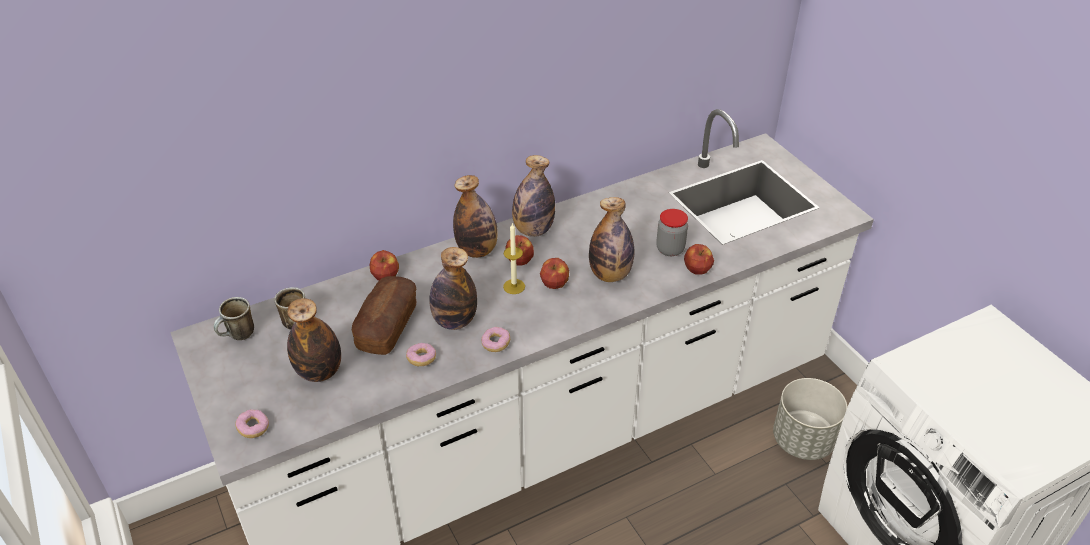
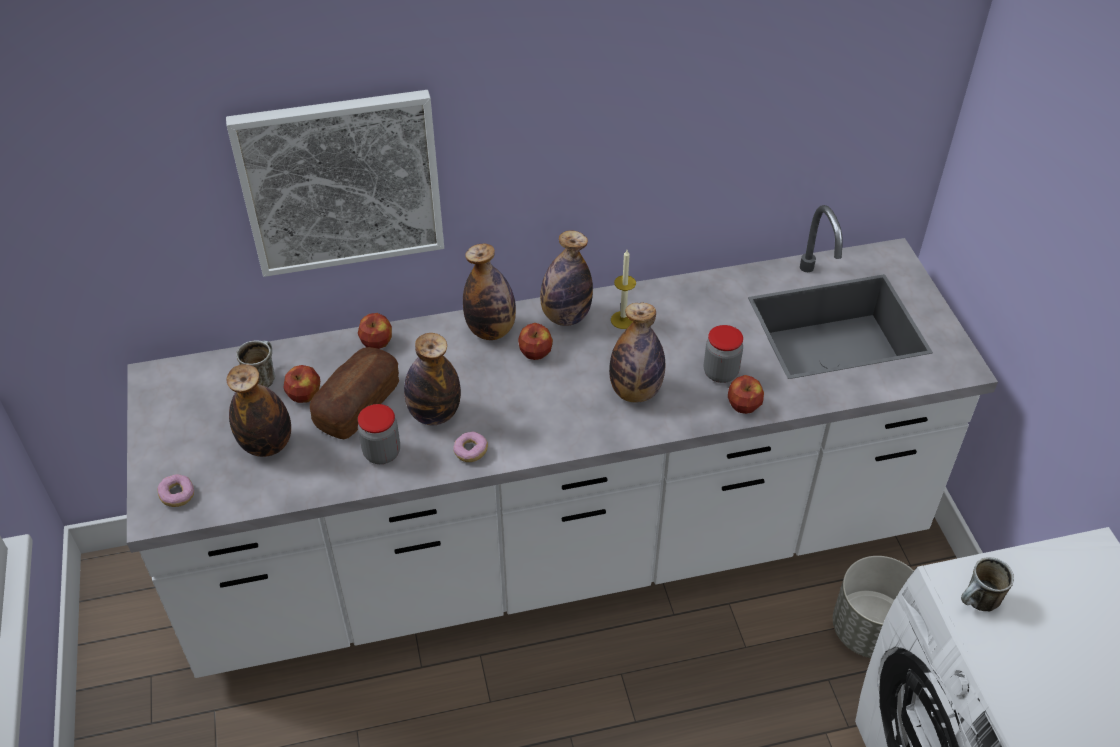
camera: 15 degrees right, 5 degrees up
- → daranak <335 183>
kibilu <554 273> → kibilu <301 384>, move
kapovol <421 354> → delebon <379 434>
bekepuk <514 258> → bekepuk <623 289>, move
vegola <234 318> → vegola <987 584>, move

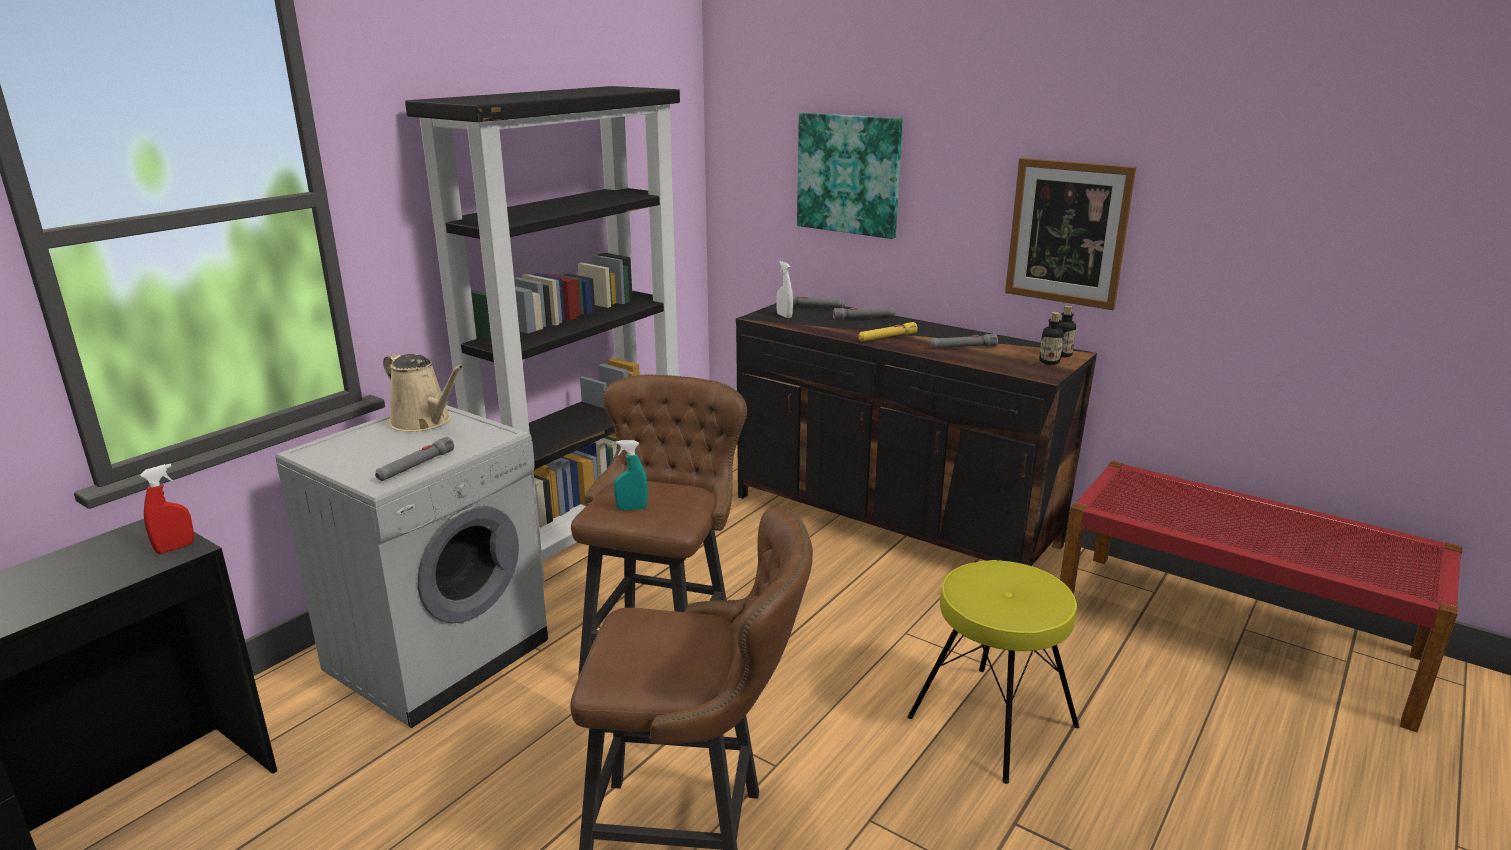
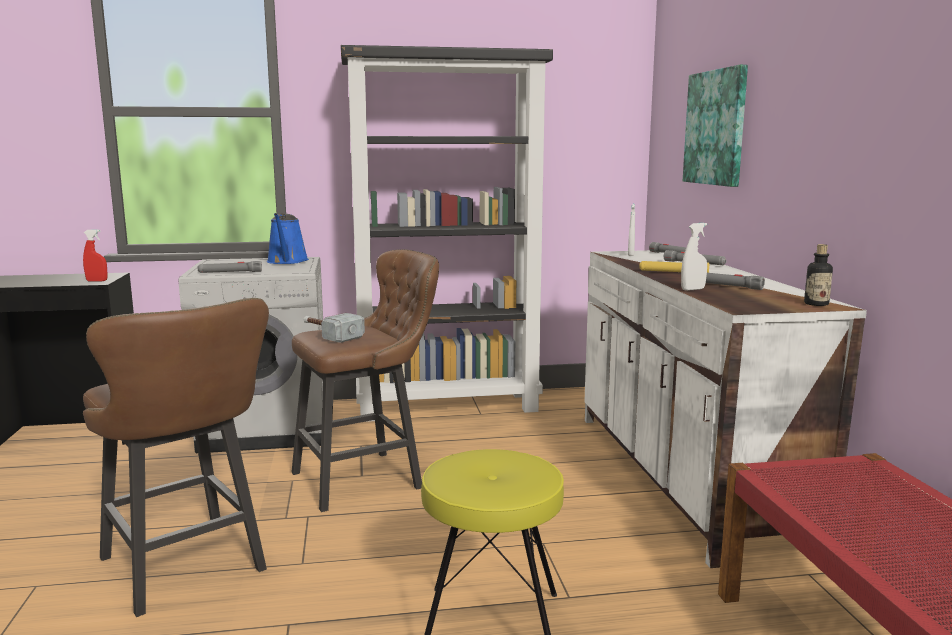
camera: 45 degrees right, 10 degrees down
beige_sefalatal <423 392> → blue_sefalatal <288 238>
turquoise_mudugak <631 475> → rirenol <334 328>
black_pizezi <916 434> → white_pizezi <725 409>
- → white_mudugak <694 257>
daranak <1070 234> → -
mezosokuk <1051 338> → -

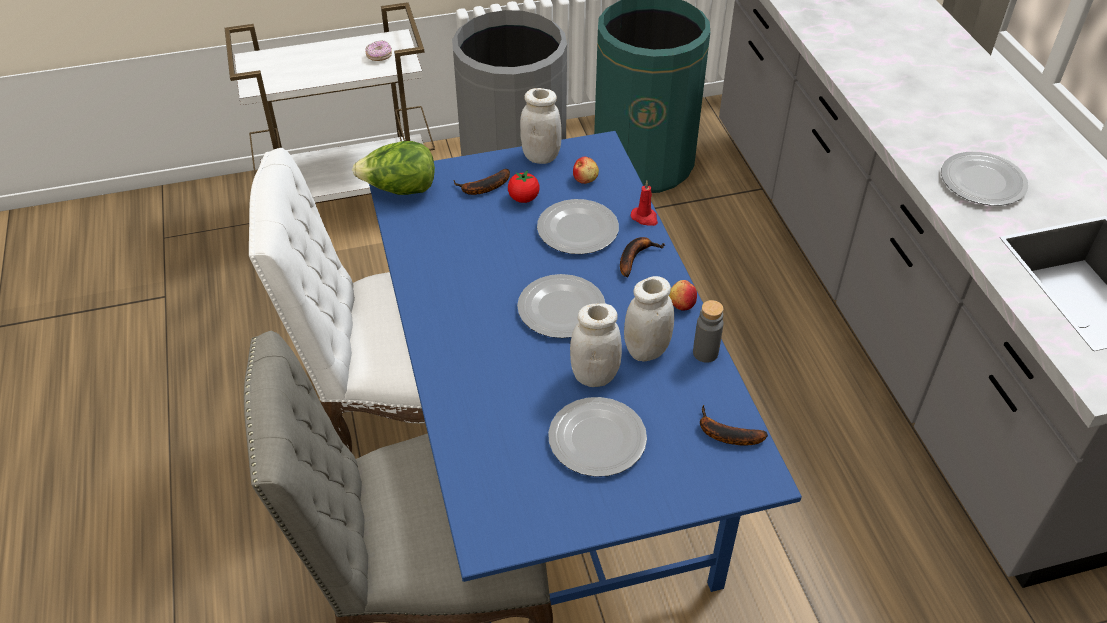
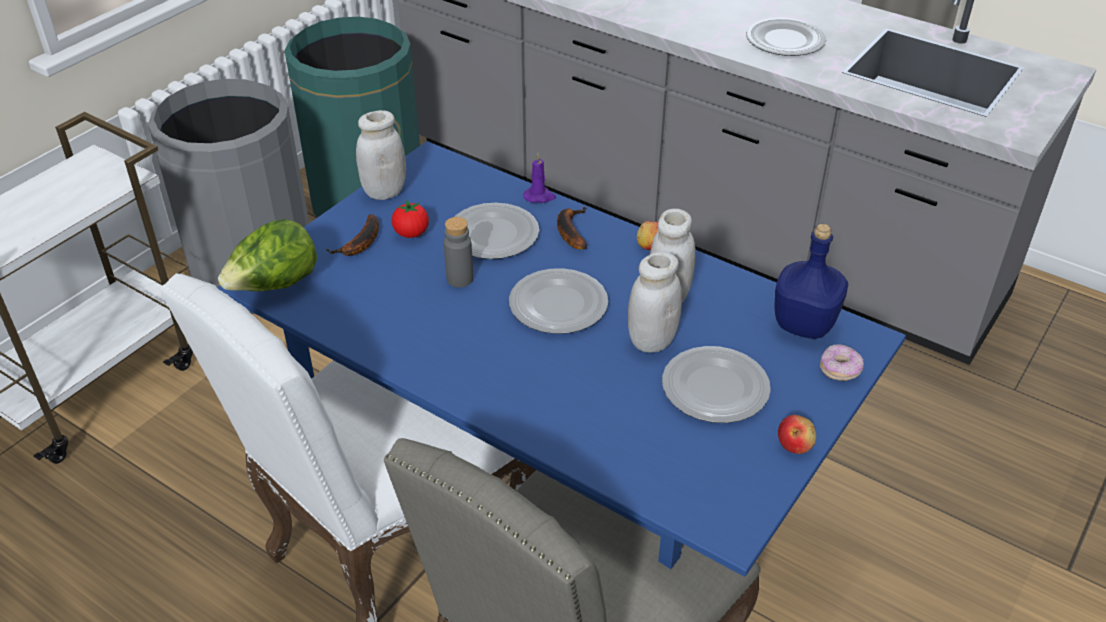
camera: 40 degrees left, 5 degrees down
grey_mezosokuk <708 331> → grey_mezosokuk <458 252>, move
red_bekepuk <644 203> → purple_bekepuk <540 178>
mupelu <734 425> → blue_mezosokuk <811 281>
kibilu <586 170> → kibilu <797 434>, move
kapovol <378 50> → kapovol <842 362>, move

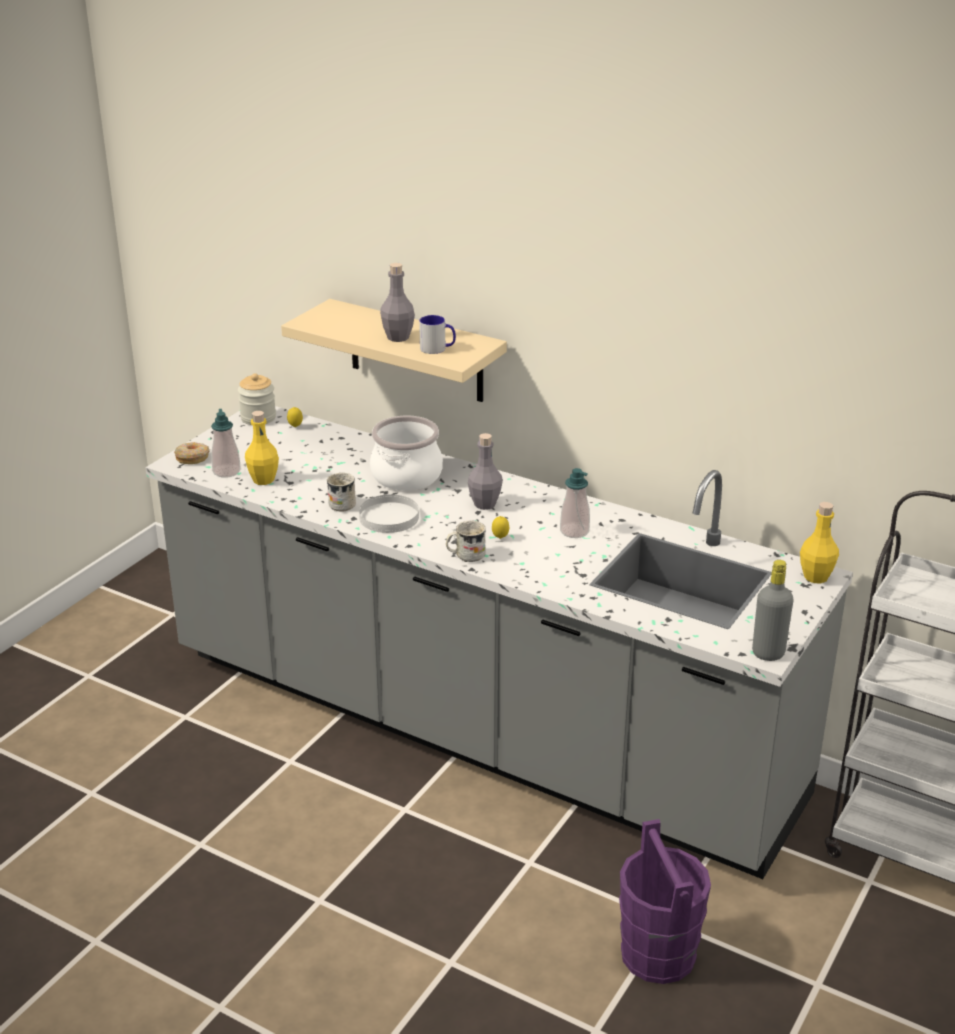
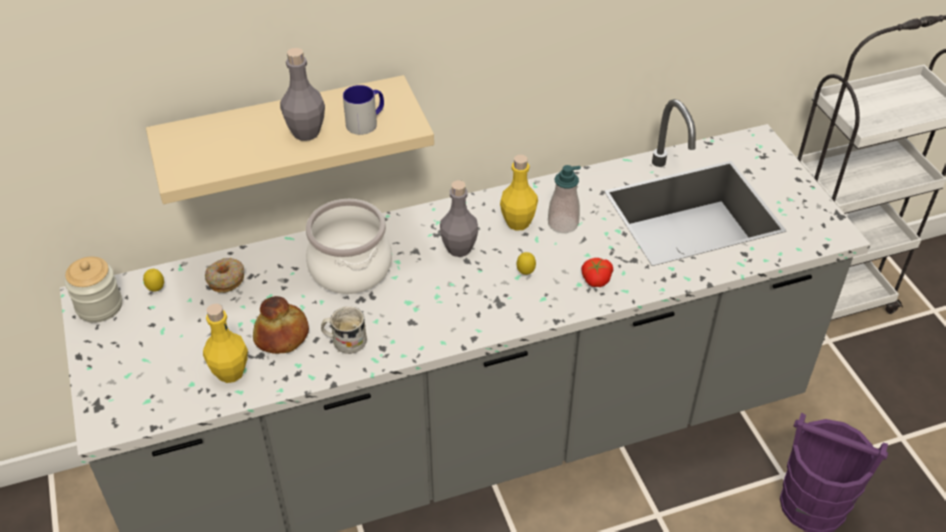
camera: 50 degrees left, 15 degrees up
kapovol <192 453> → kapovol <224 275>, move
- → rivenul <281 325>
yellow_mezosokuk <819 543> → yellow_mezosokuk <519 193>, move
- → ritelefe <597 272>
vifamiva <226 443> → -
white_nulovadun <389 514> → -
white_vegola <466 541> → -
grey_mezosokuk <773 610> → -

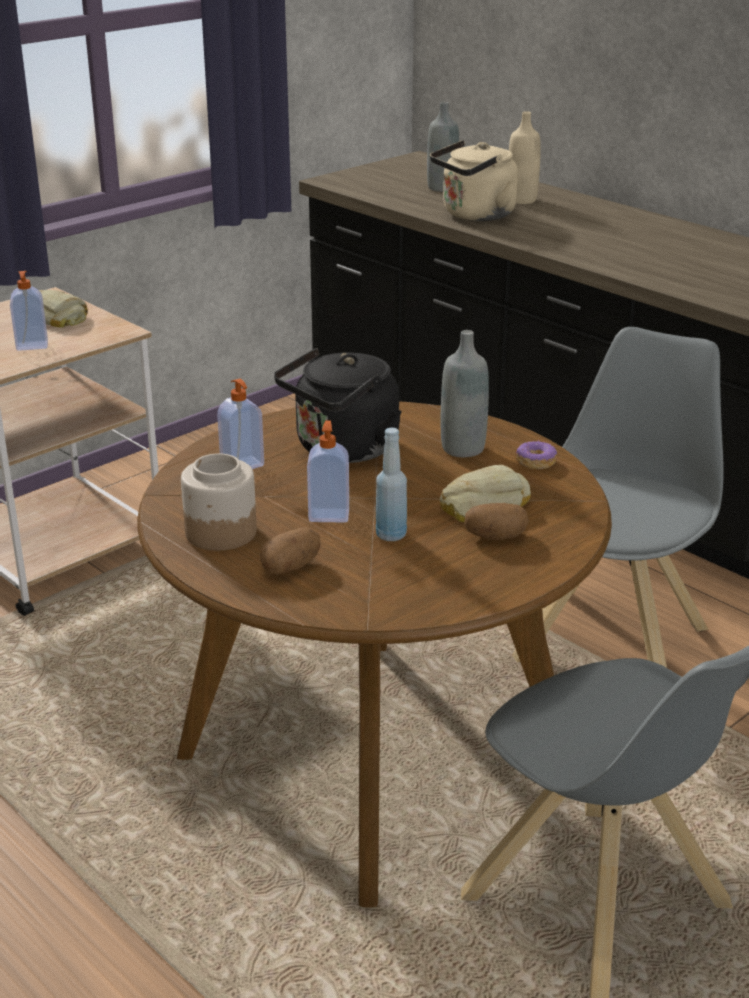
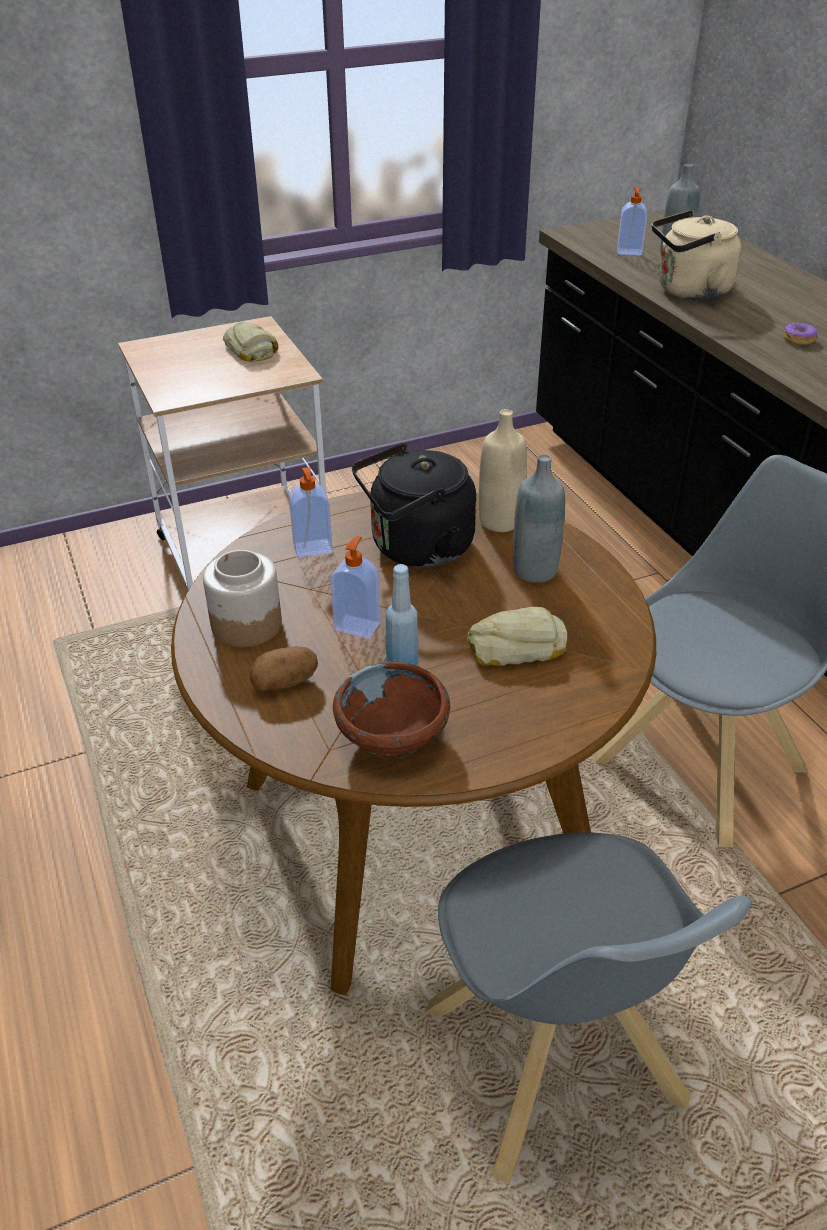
camera: 20 degrees right, 10 degrees up
- → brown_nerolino <391 710>
beige_mezosokuk <525 157> → beige_mezosokuk <502 470>, move
vifamiva <29 311> → vifamiva <632 222>, move
kapovol <536 454> → kapovol <800 334>, move
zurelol <496 521> → -

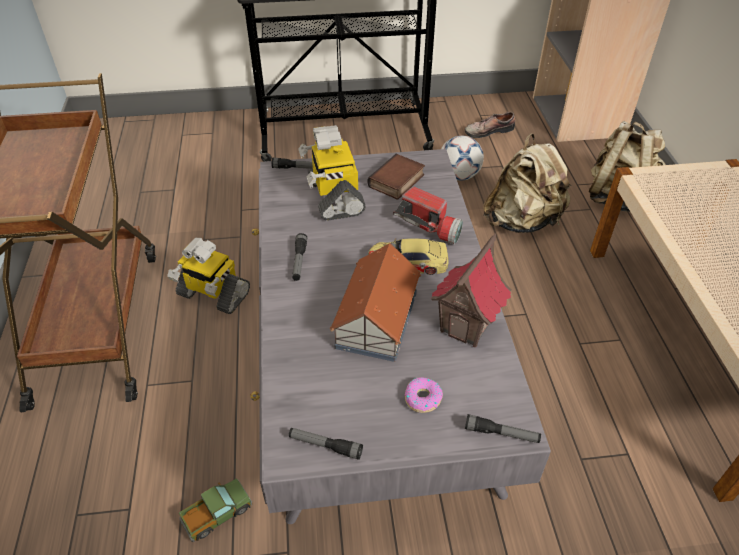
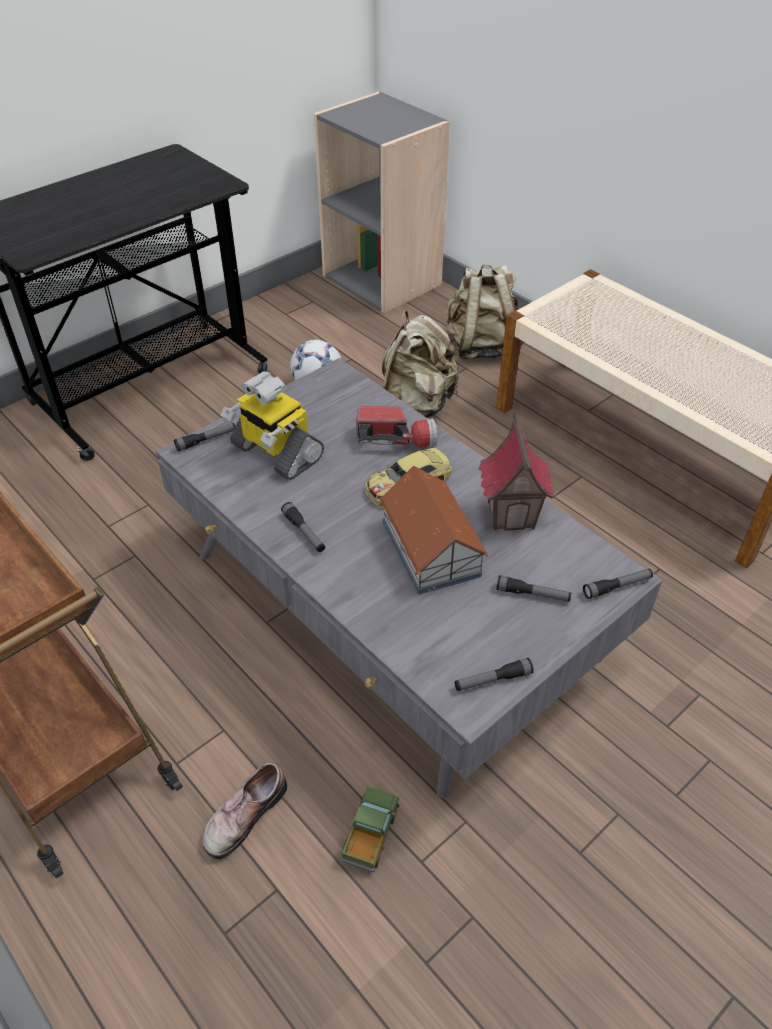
camera: 35 degrees left, 0 degrees up
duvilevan <490 125> → duvilevan <244 811>, move
kapovol <423 395> → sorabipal <533 588>
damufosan <208 276> → -
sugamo <396 177> → -

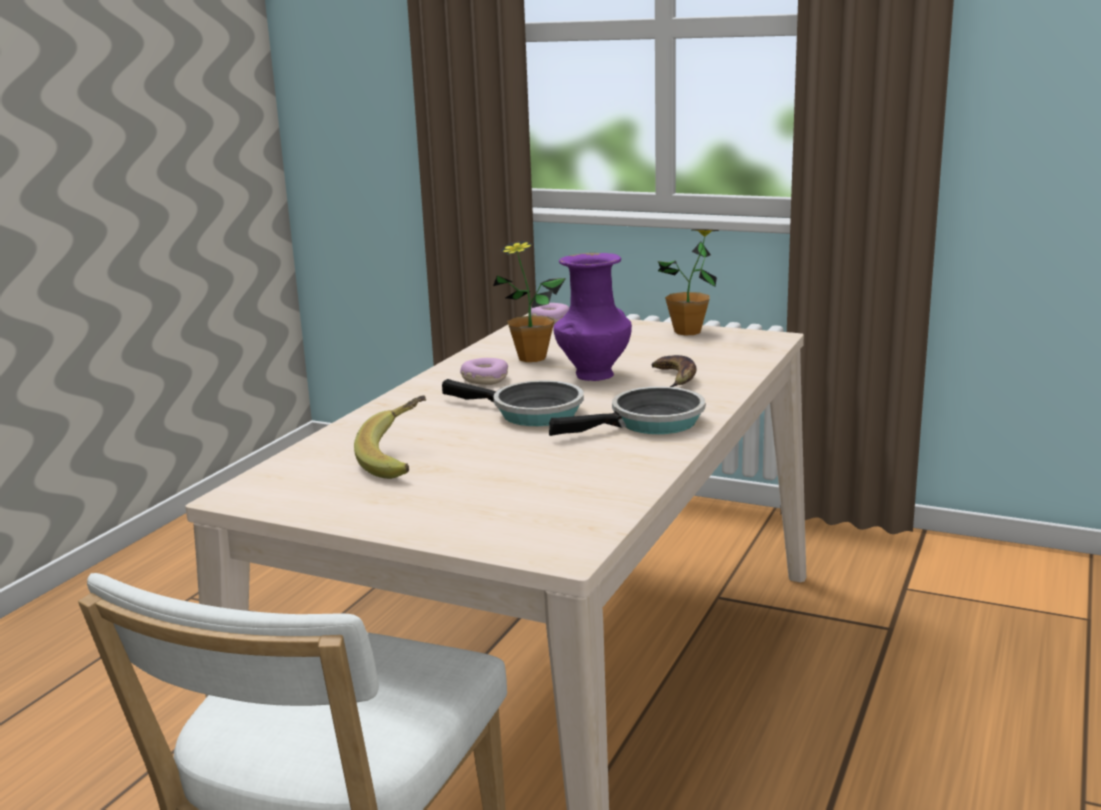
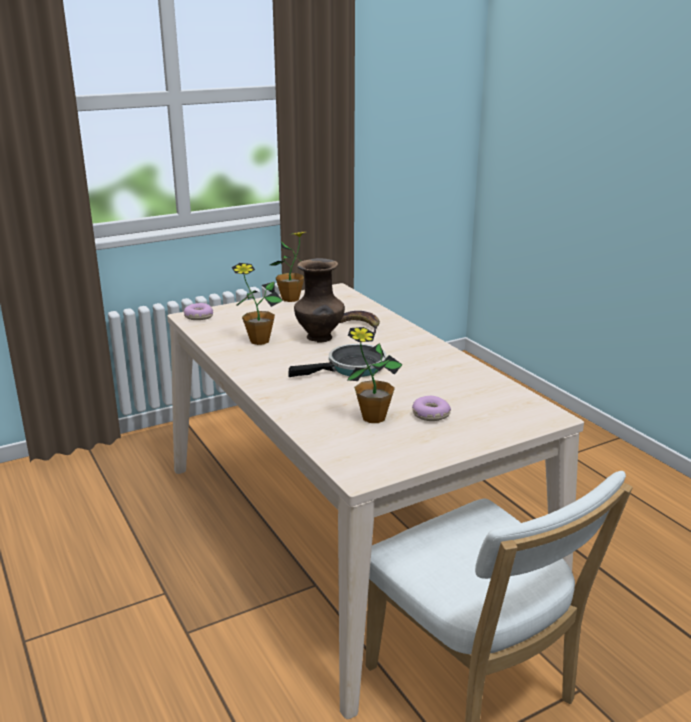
camera: 55 degrees left, 5 degrees up
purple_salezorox <592 317> → brown_salezorox <319 300>
mupelu <390 437> → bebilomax <374 375>
kapovol <484 371> → kapovol <431 408>, move
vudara <627 411> → -

